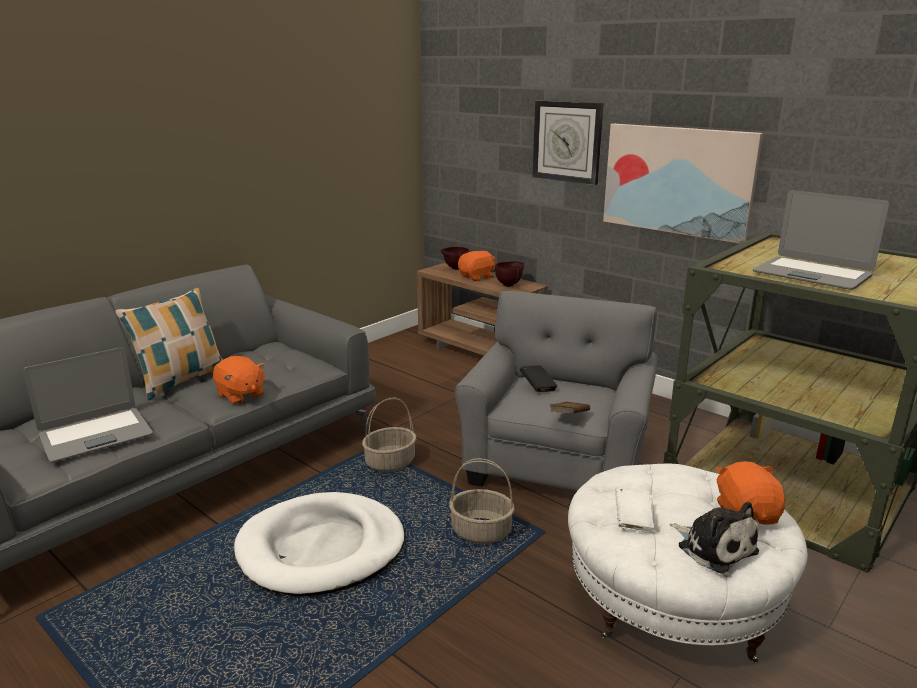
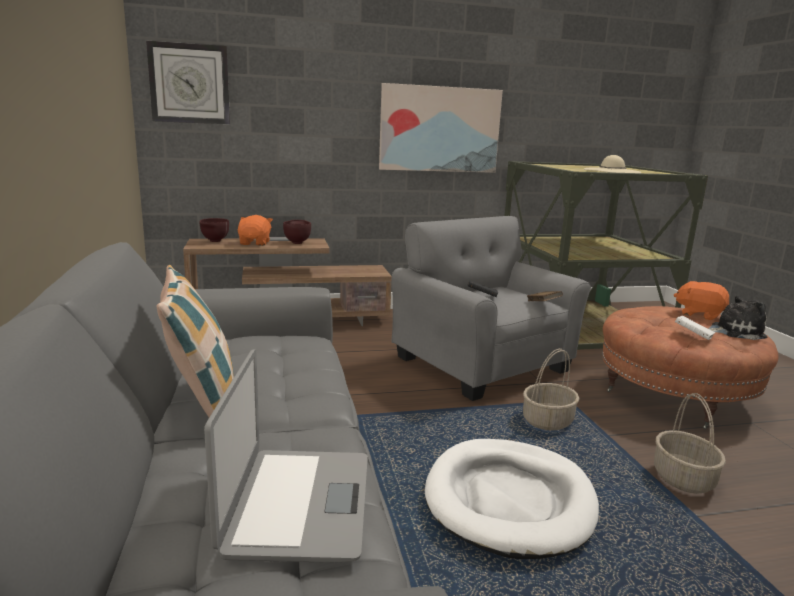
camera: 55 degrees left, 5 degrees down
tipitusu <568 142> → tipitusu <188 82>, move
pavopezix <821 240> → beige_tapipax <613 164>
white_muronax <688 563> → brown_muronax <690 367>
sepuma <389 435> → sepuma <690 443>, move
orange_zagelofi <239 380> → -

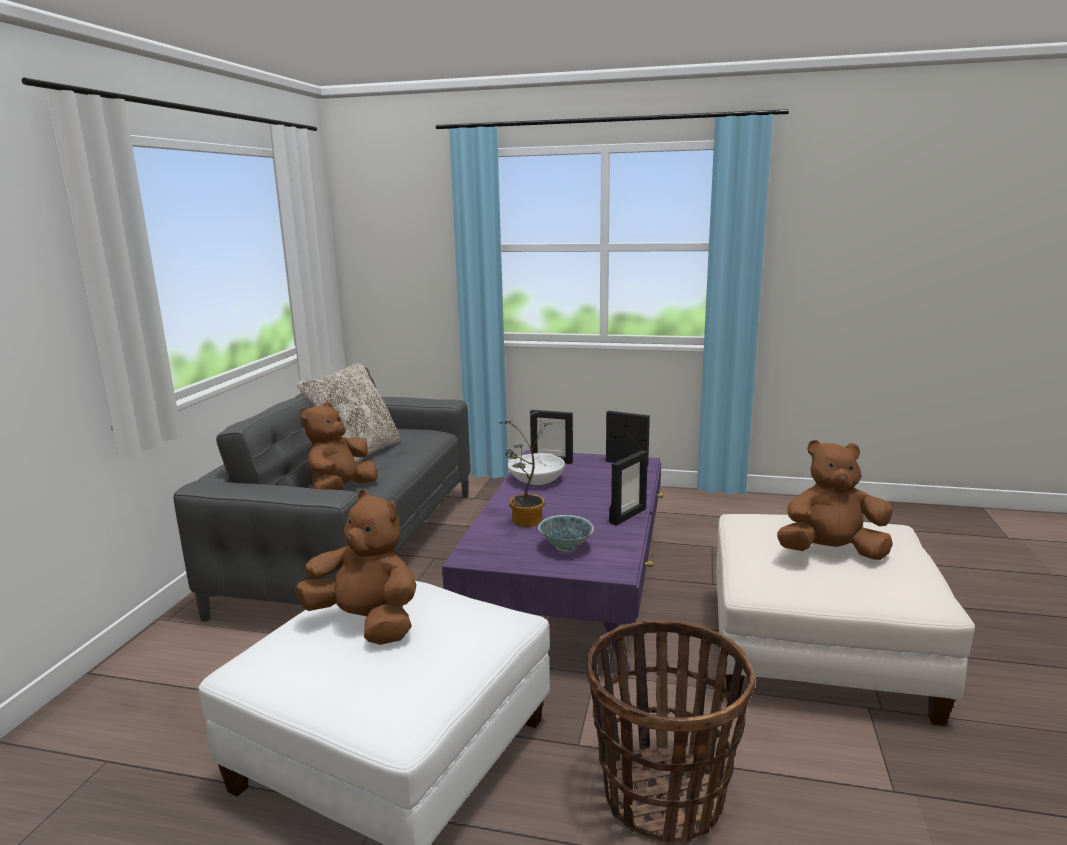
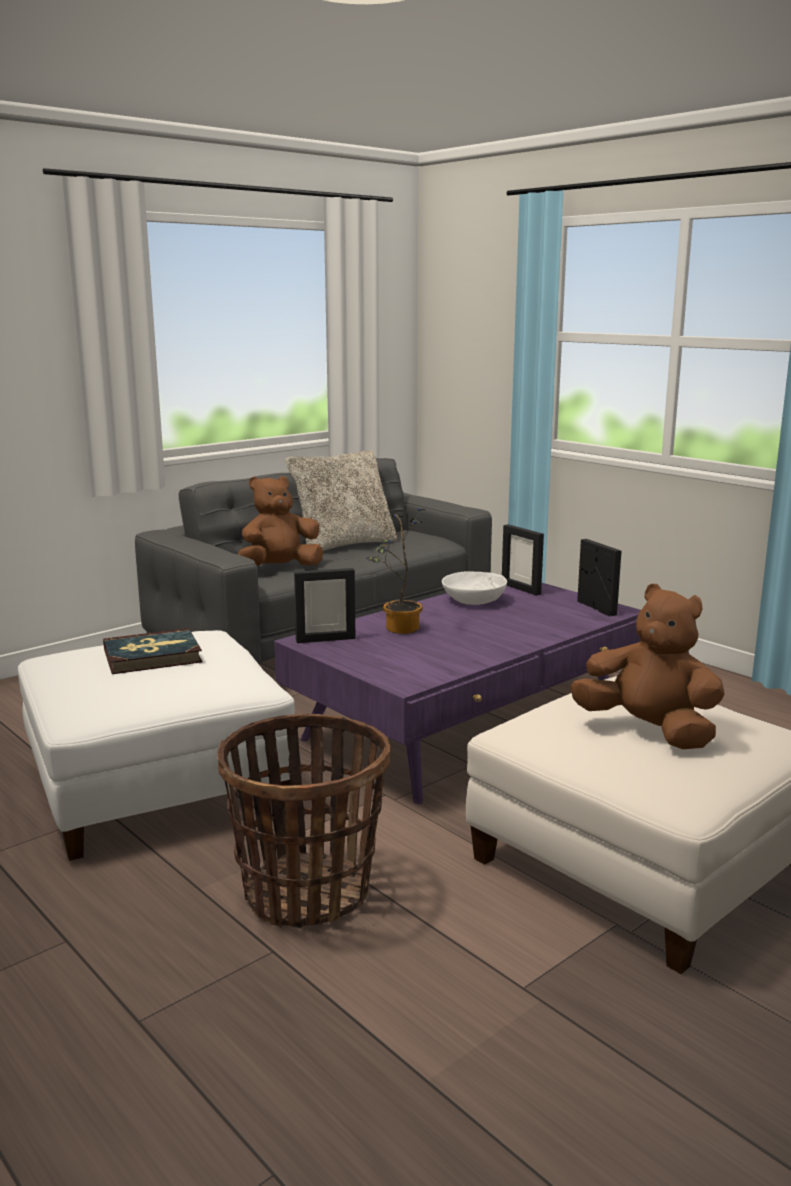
camera: 35 degrees right, 0 degrees up
brown_zagelofi <355 567> → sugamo <152 651>
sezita <628 488> → sezita <325 605>, move
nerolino <566 533> → -

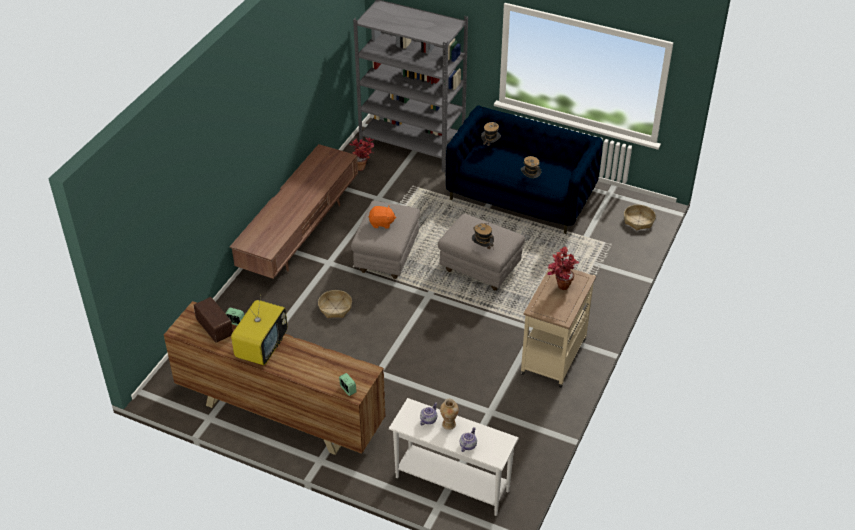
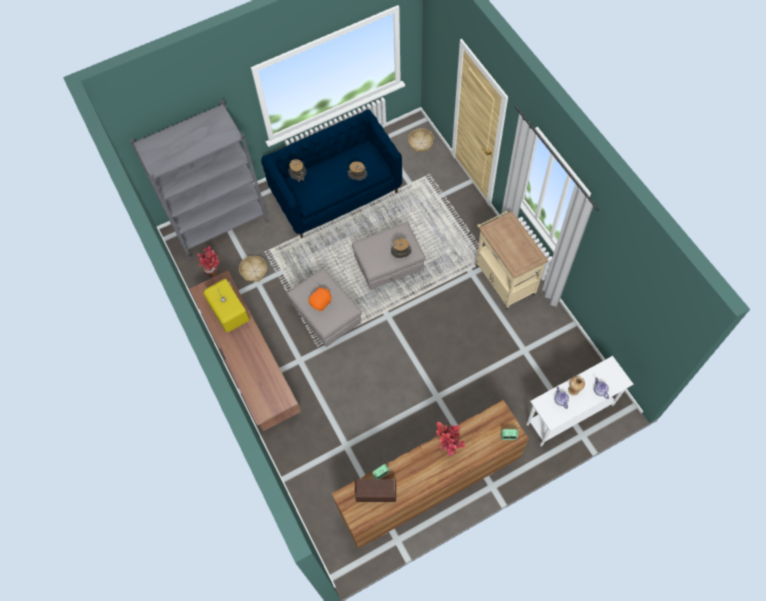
camera: 50 degrees left, 20 degrees up
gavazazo <259 329> → gavazazo <226 305>, move
sepuma <335 304> → sepuma <253 269>, move
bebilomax <563 268> → bebilomax <450 439>, move

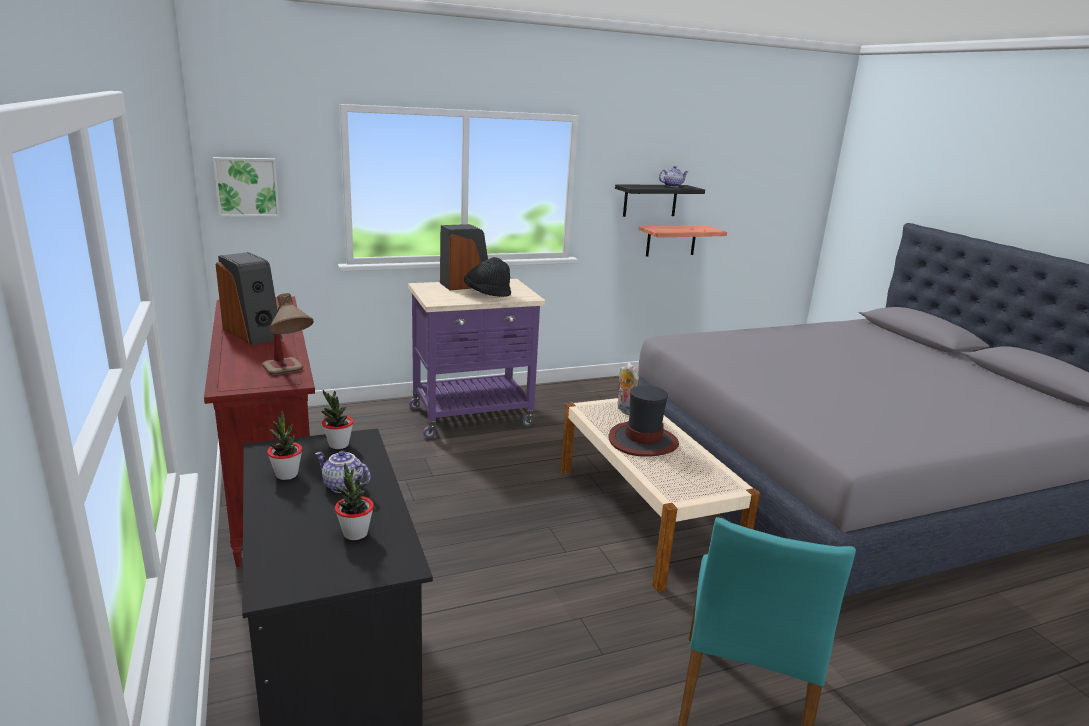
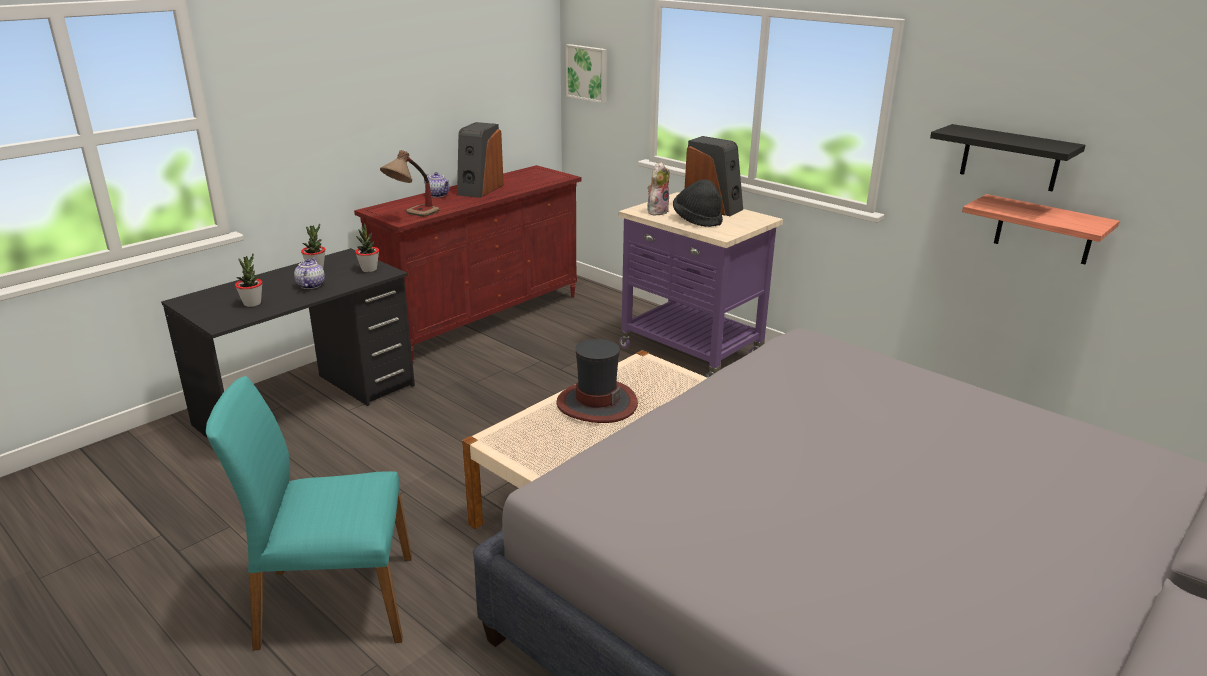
camera: 65 degrees right, 5 degrees up
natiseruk <673 176> → natiseruk <437 185>, move
zagelofi <628 388> → zagelofi <658 188>, move

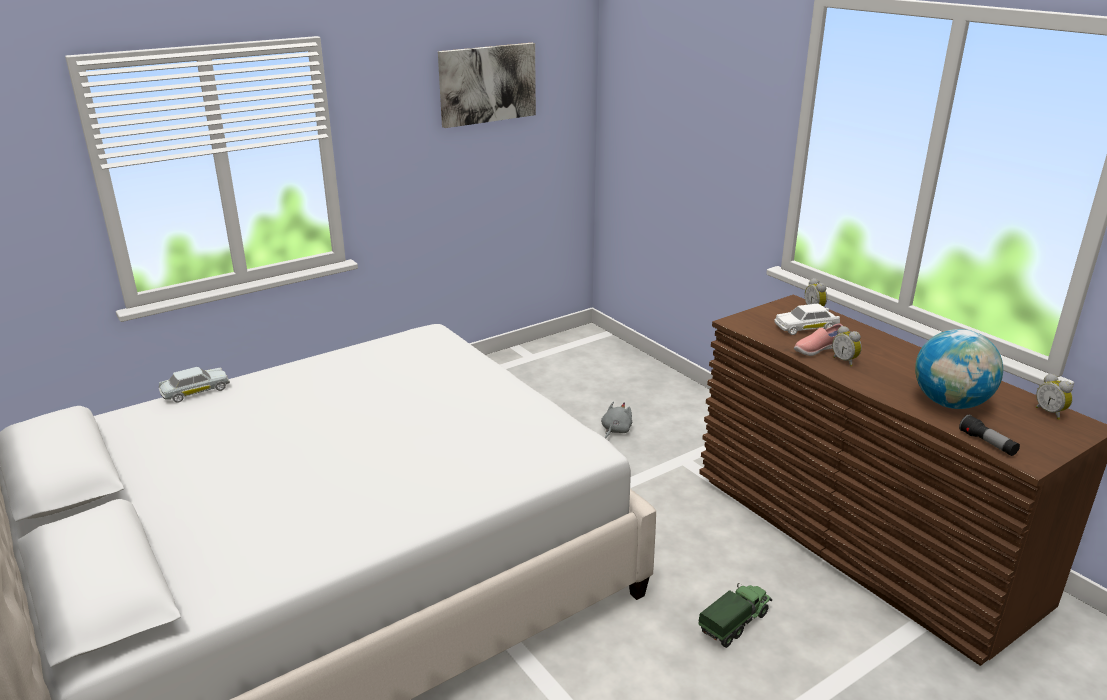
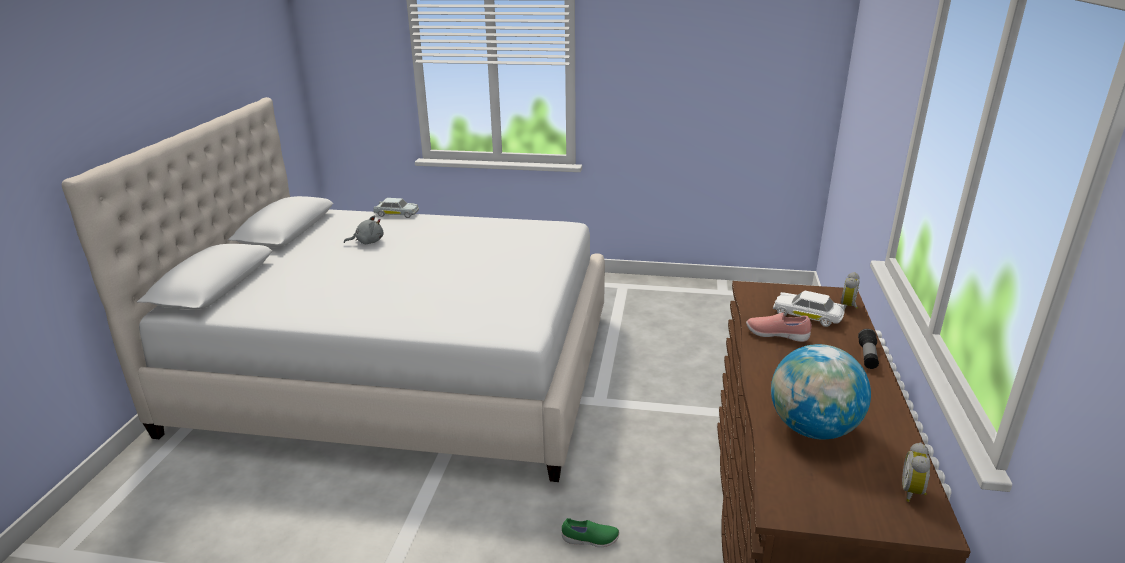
camera: 45 degrees right, 0 degrees up
grey_zagelofi <616 420> → grey_zagelofi <364 229>, move
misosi <735 616> → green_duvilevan <590 532>
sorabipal <989 435> → sorabipal <868 349>, move
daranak <487 85> → -
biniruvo <847 346> → -

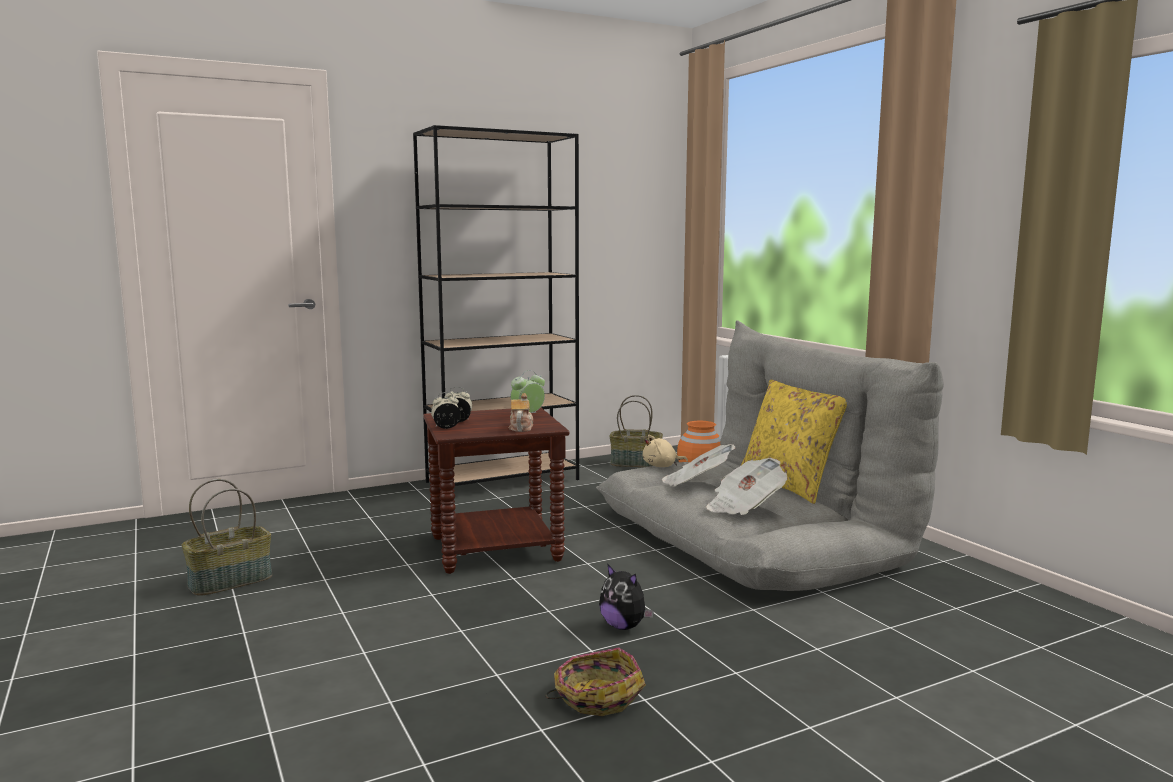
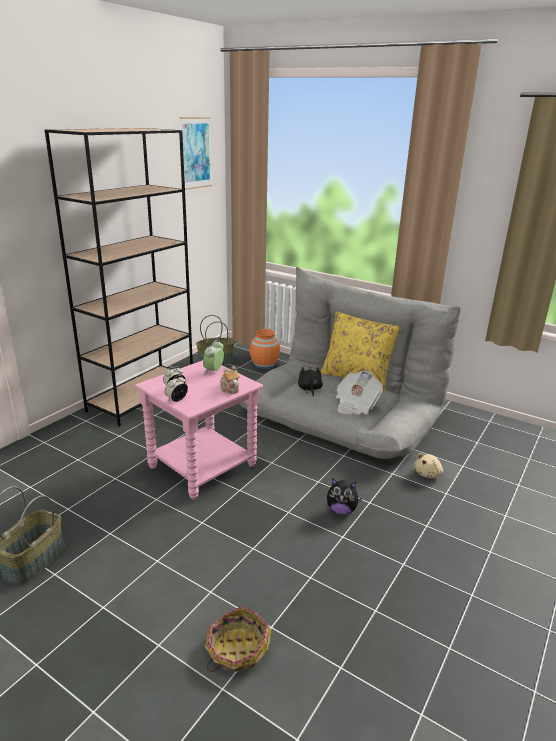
camera: 30 degrees left, 15 degrees up
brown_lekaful <496 490> → pink_lekaful <199 429>
- → daranak <196 153>
sepuma <595 682> → sepuma <238 639>, move
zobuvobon <698 465> → black_zagelofi <310 381>
beige_zagelofi <665 451> → beige_zagelofi <428 465>, move

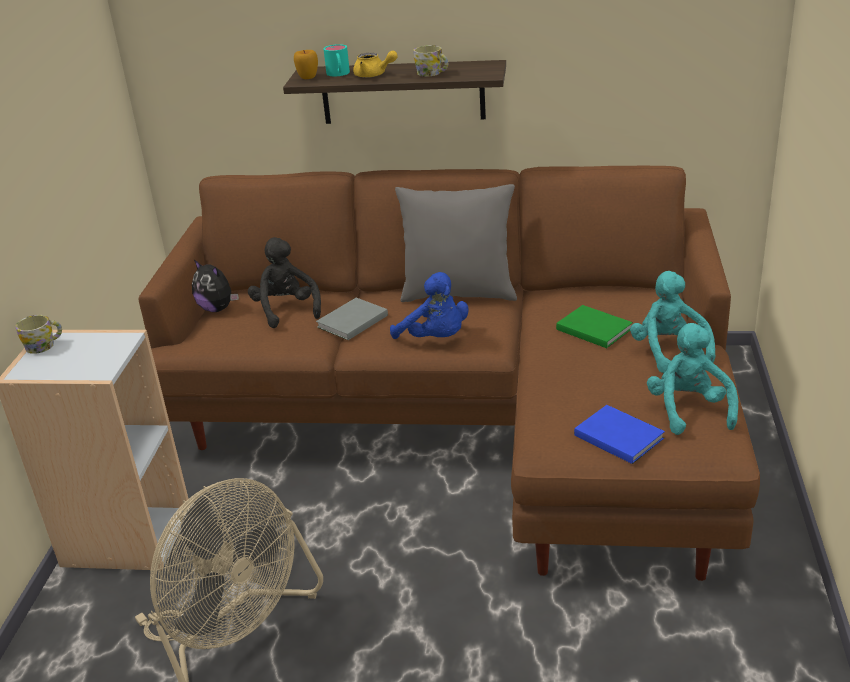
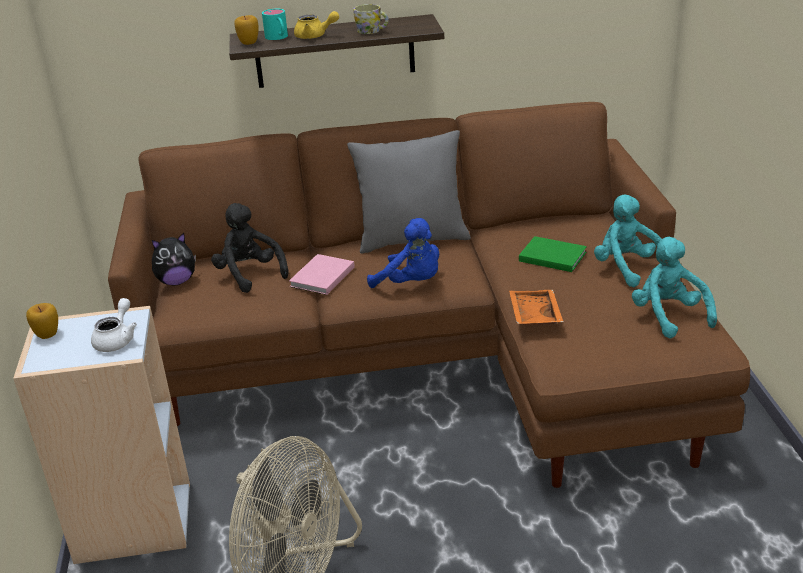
camera: 15 degrees left, 0 degrees up
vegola <38 334> → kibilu <42 321>
- → white_natiseruk <114 325>
zagelofi <215 286> → zagelofi <174 259>, 45 degrees counterclockwise
grey_sugamo <352 319> → pink_sugamo <322 274>
- → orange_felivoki <536 307>
blue_sugamo <619 434> → -

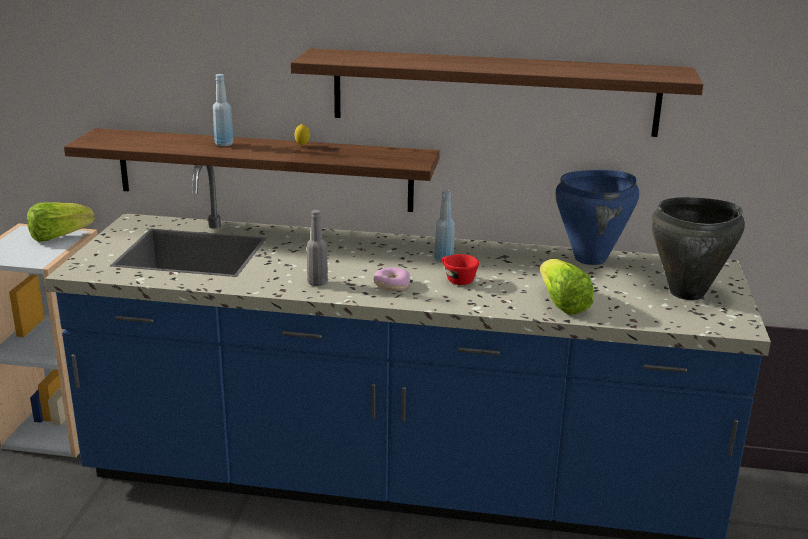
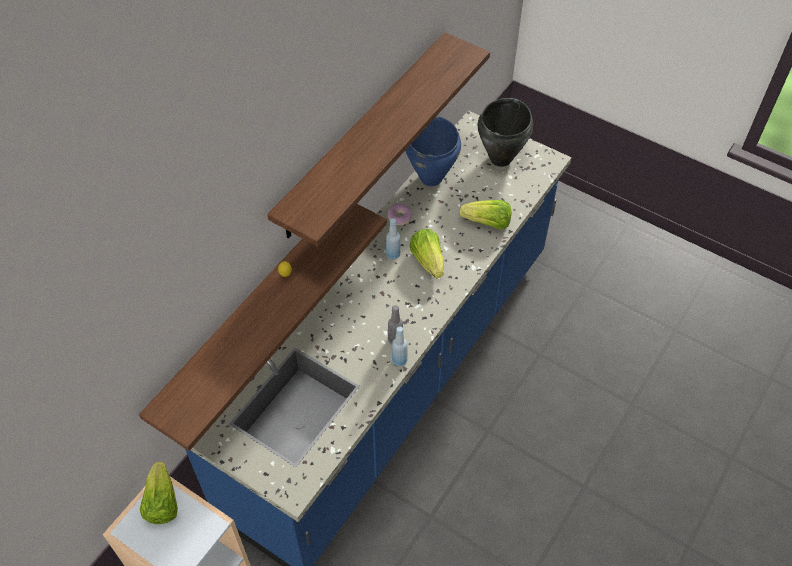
camera: 65 degrees left, 30 degrees up
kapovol <391 279> → kapovol <400 214>, move
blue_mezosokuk <223 110> → blue_mezosokuk <400 346>, move
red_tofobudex <460 269> → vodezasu <427 253>

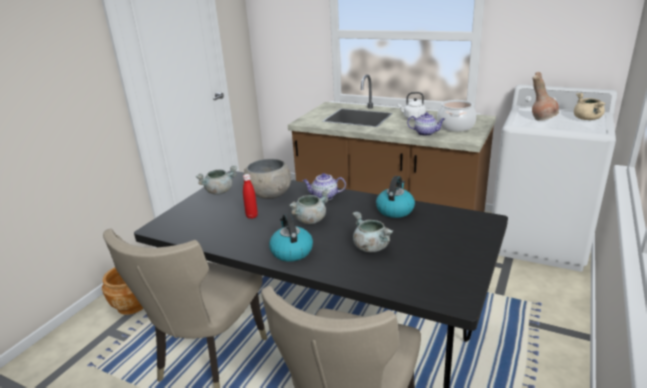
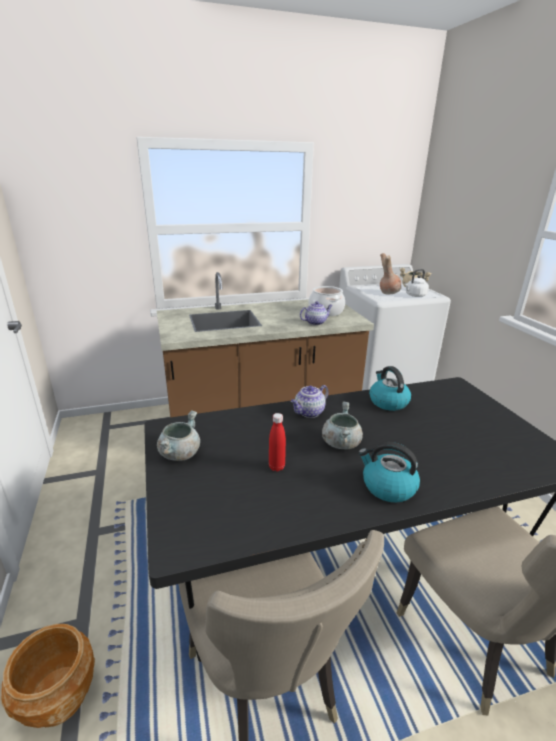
camera: 45 degrees left, 0 degrees up
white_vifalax <412 106> → white_vifalax <417 283>, move
grey_nerolino <266 179> → -
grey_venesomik <373 232> → -

